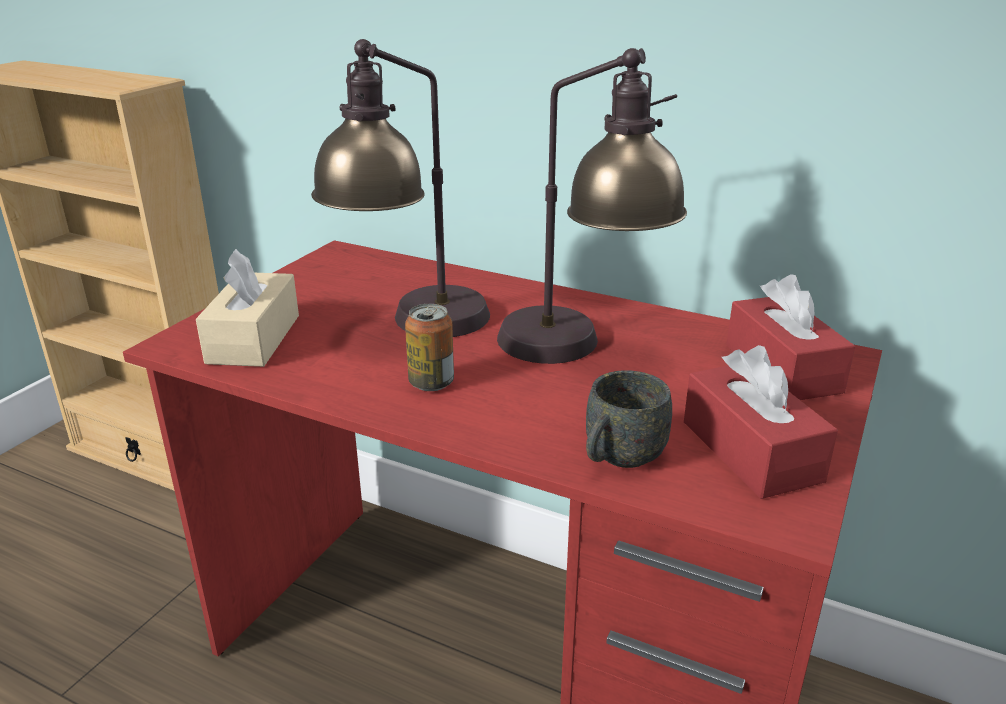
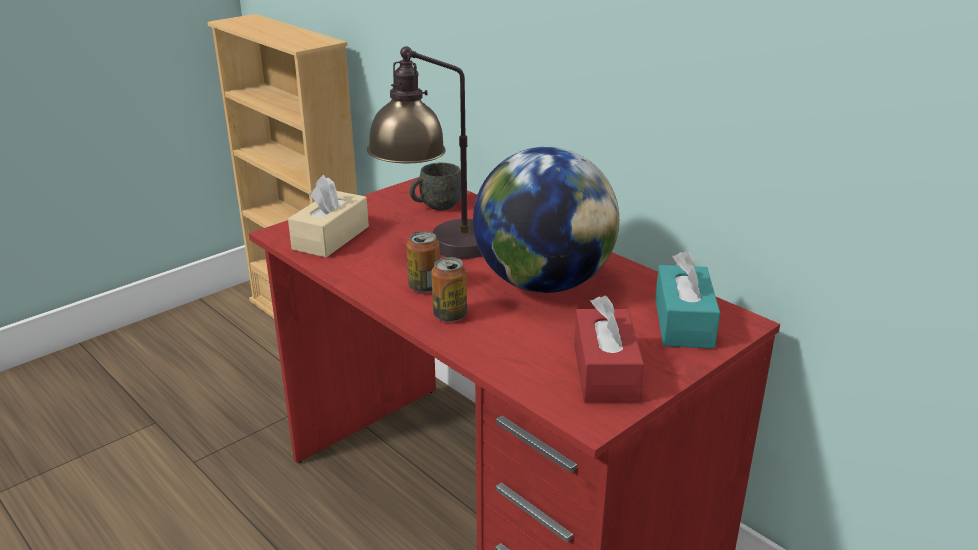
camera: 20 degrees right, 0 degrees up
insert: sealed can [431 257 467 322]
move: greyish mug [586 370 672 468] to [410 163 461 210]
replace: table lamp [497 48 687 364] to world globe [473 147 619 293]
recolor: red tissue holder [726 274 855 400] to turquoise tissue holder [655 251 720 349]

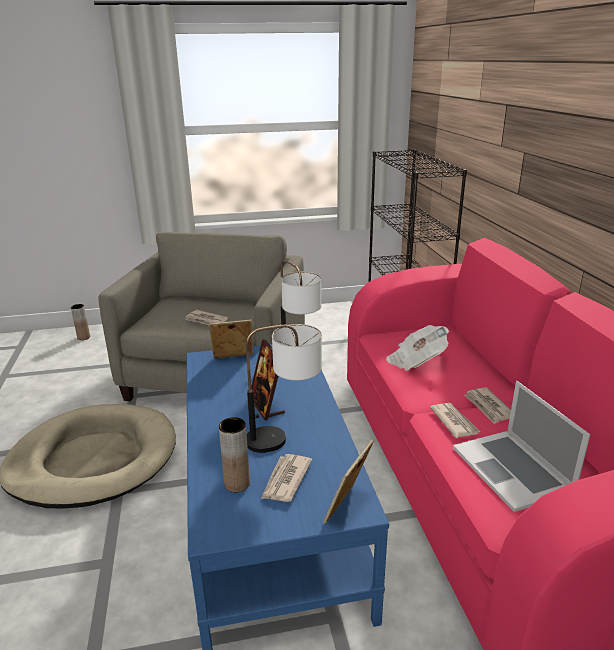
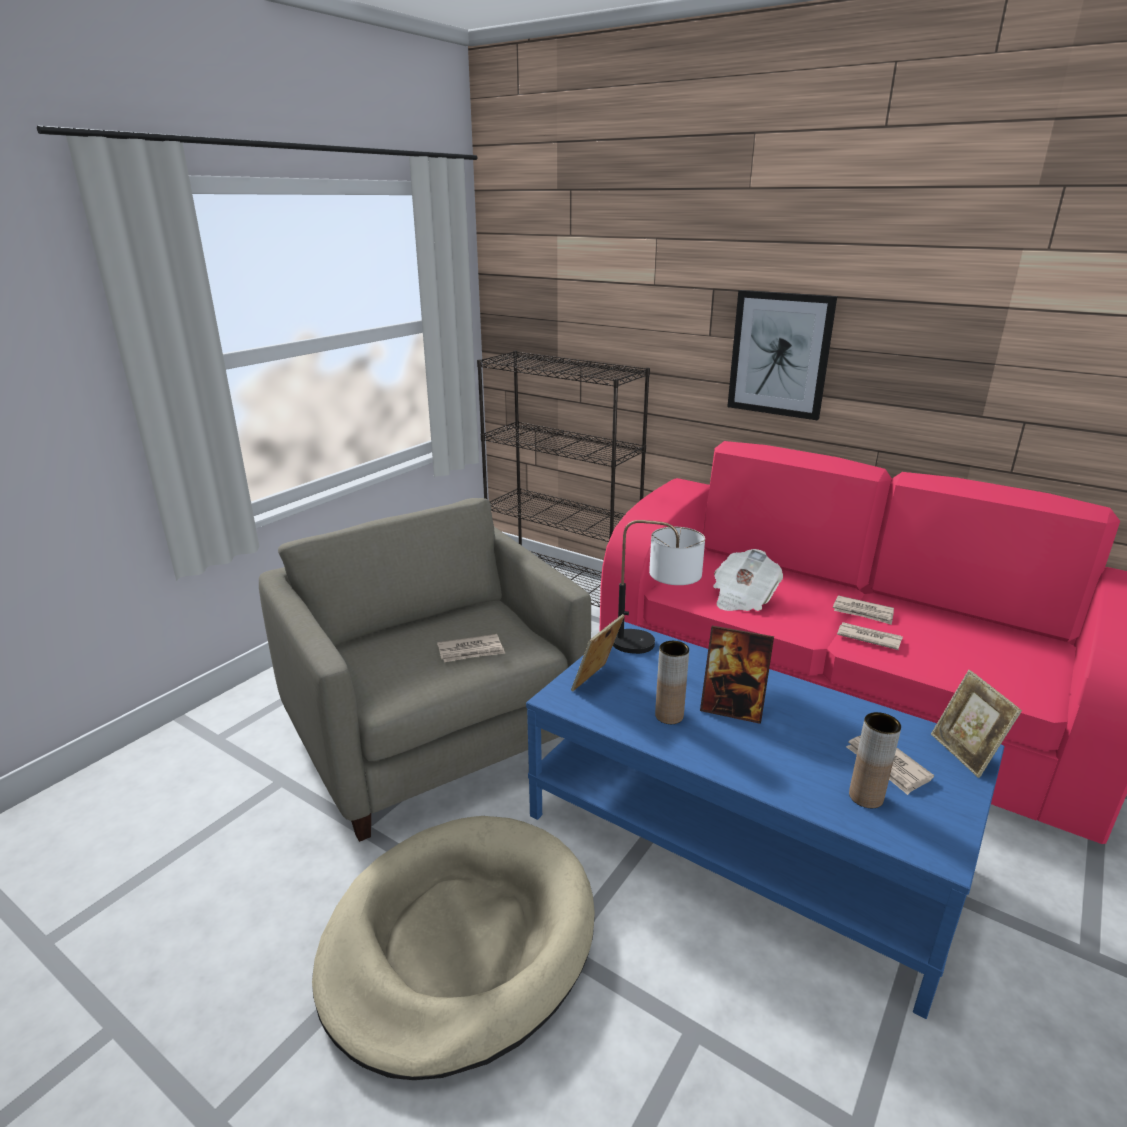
camera: 45 degrees left, 0 degrees up
delete: table lamp [246 324 322 453]; portable computer [453 381 590 512]
insert: picture [727 290 837 420]
move: brownish vase [71 304 90 340] to [655 641 689 724]

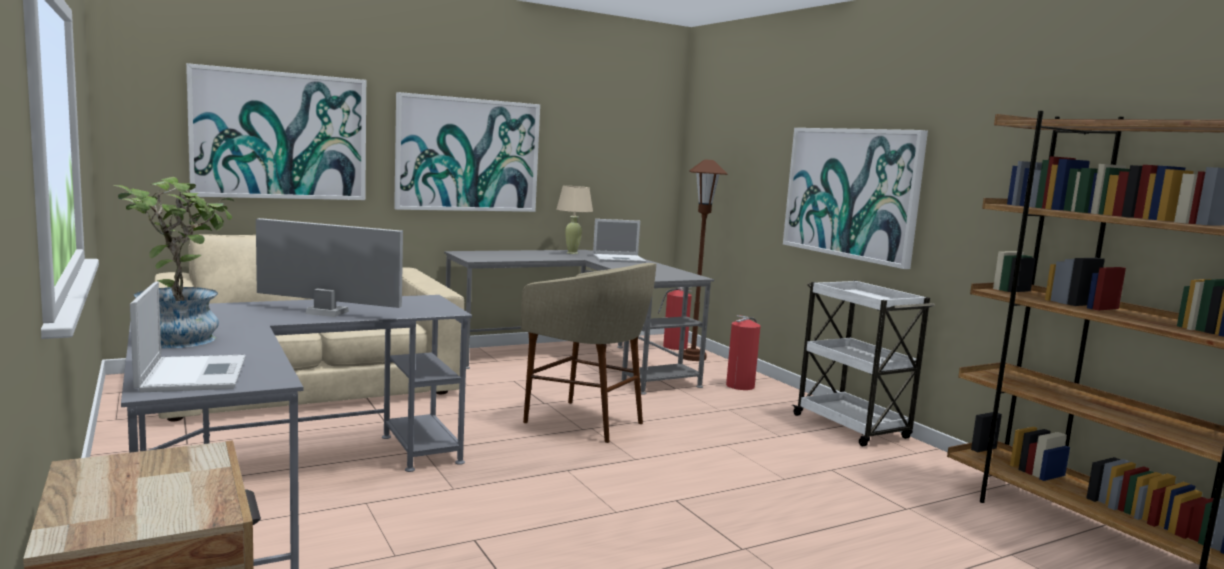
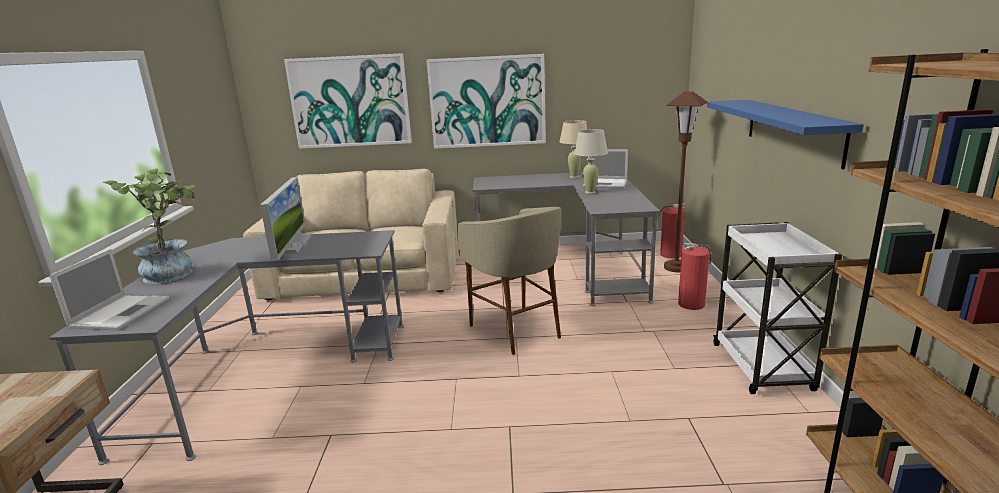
camera: 30 degrees right, 10 degrees up
insert: sand-coloured table lamp [574 129 608 194]
replace: picture [783 128 928 269] to bluish wall shelf [707 100 864 170]
rotate: computer screen [256 218 403 317] = [260 177 306 261] 45 degrees clockwise

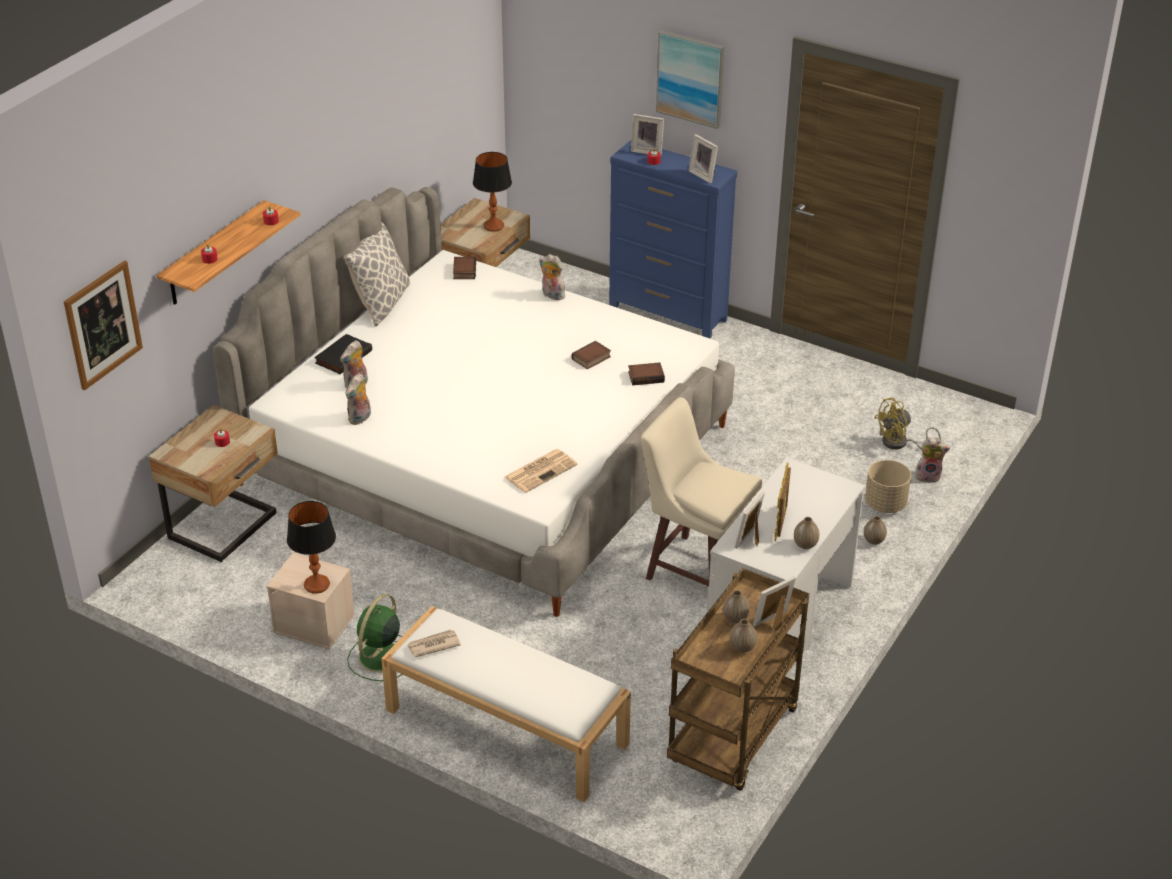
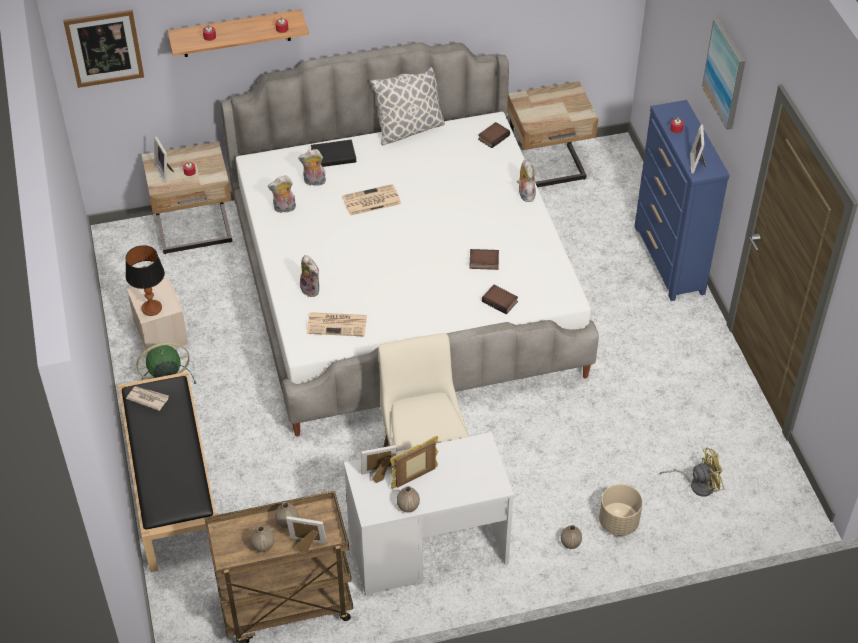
camera: 45 degrees right, 10 degrees up
delete: table lamp [473 152 512 232]
insert: printed paper [342 184 401 216]
move: picture frame [631 114 664 156] to [154 136 174 182]; soft toy [915 437 950 483] to [300 255 319 297]
recolor: white indoor bench [381 606 631 802] to black indoor bench [118 372 216 572]
rotate: yellow-coloured electric fan [874 398 941 450] = [660 448 724 497] 150 degrees clockwise

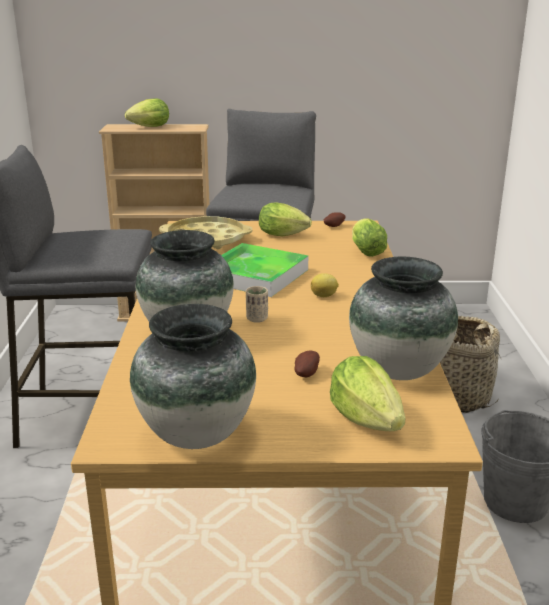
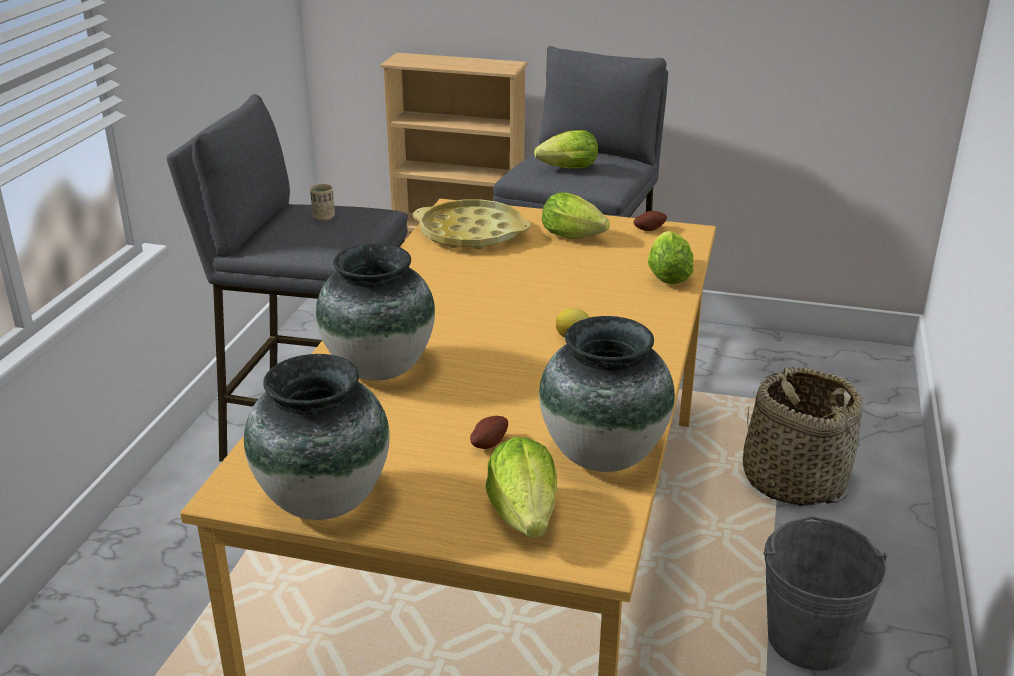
camera: 15 degrees right, 5 degrees up
delete: carrying tray [221 243 308 297]
move: lettuce head [125 98 169 127] to [534 130 598 169]; sand-coloured drinking cup [246 286 268 323] to [310 184 335 221]

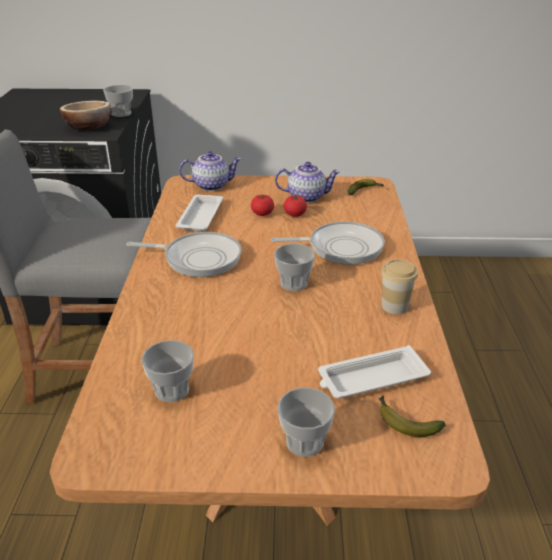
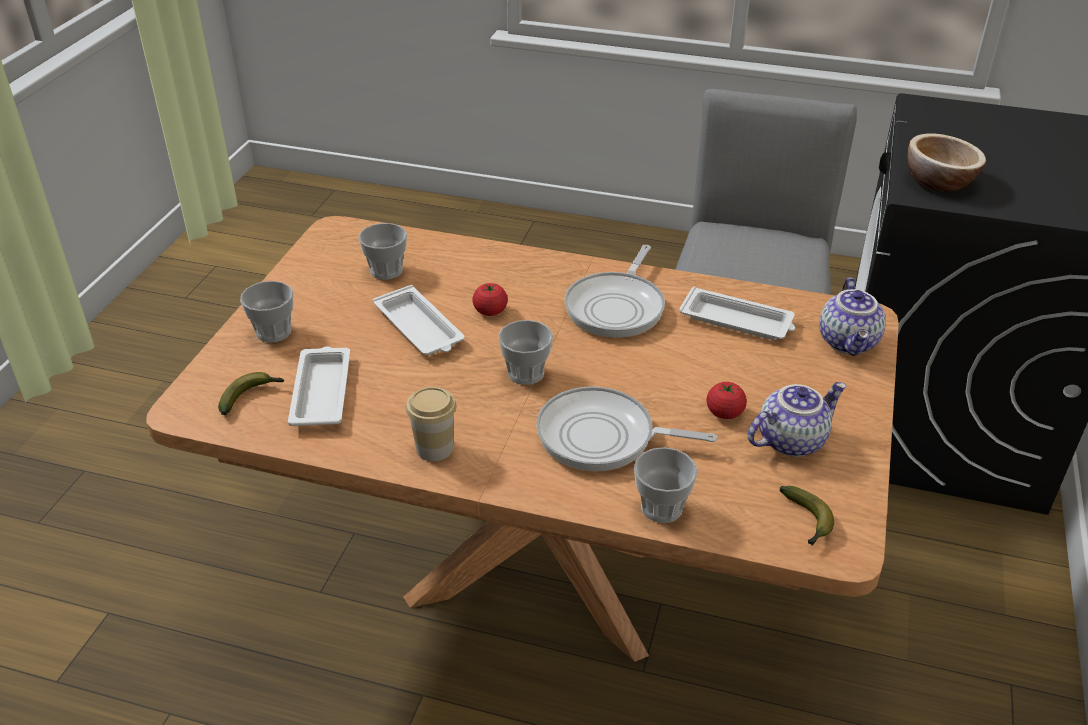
camera: 105 degrees right, 5 degrees up
insert: white carrying tray [373 285 464 355]
move: drinking cup [103 85 133 117] to [634 447 698 523]; fresh tomato [251 194 274 216] to [472 283 508 316]
rotate: teapot [275 162 340 203] = [748 382 846 457] 135 degrees counterclockwise; frying pan [270 221 385 265] = [536 386 717 471] 90 degrees clockwise

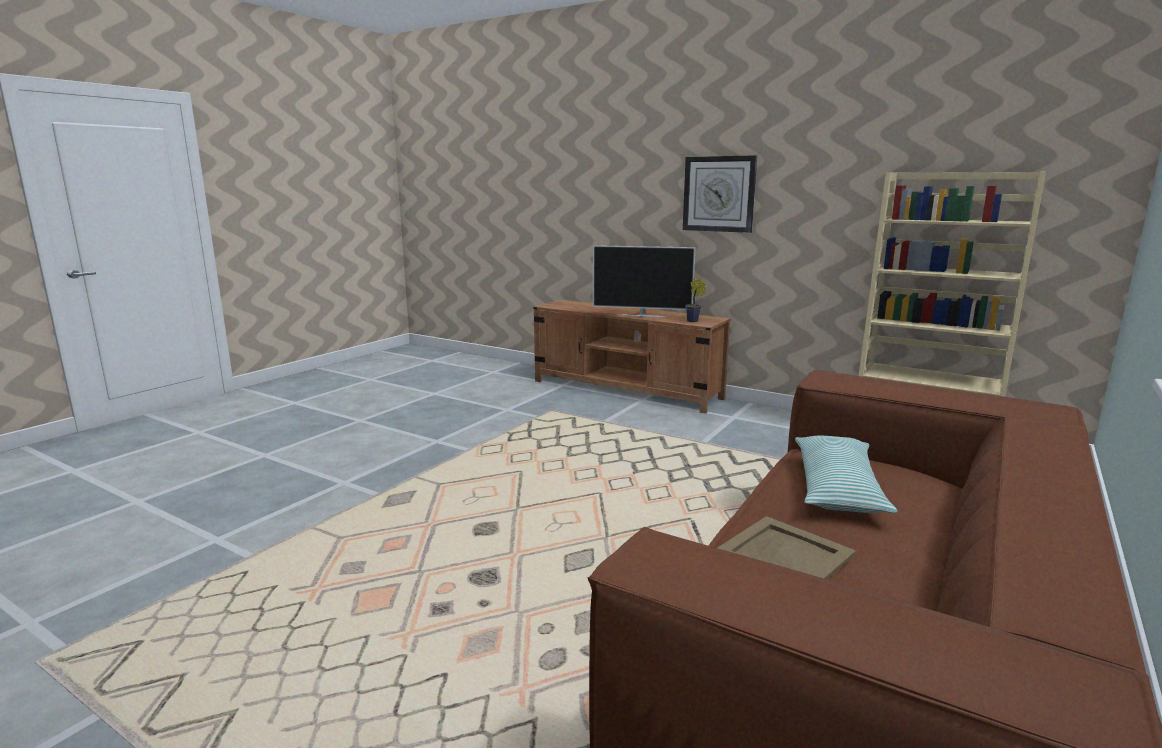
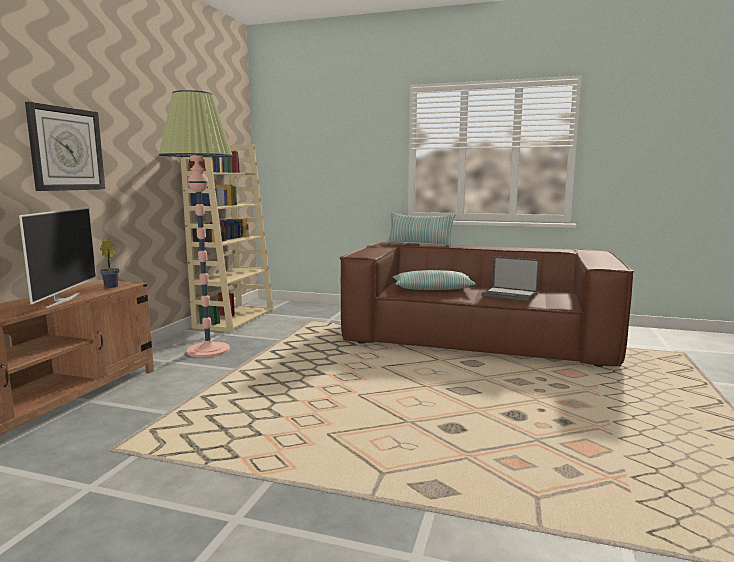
camera: 105 degrees left, 5 degrees down
insert: standard lamp [159 90 233 358]; pillow [387 213 455 246]
replace: sand-coloured carrying tray [718 516 856 580] to portable computer [481 256 540 301]

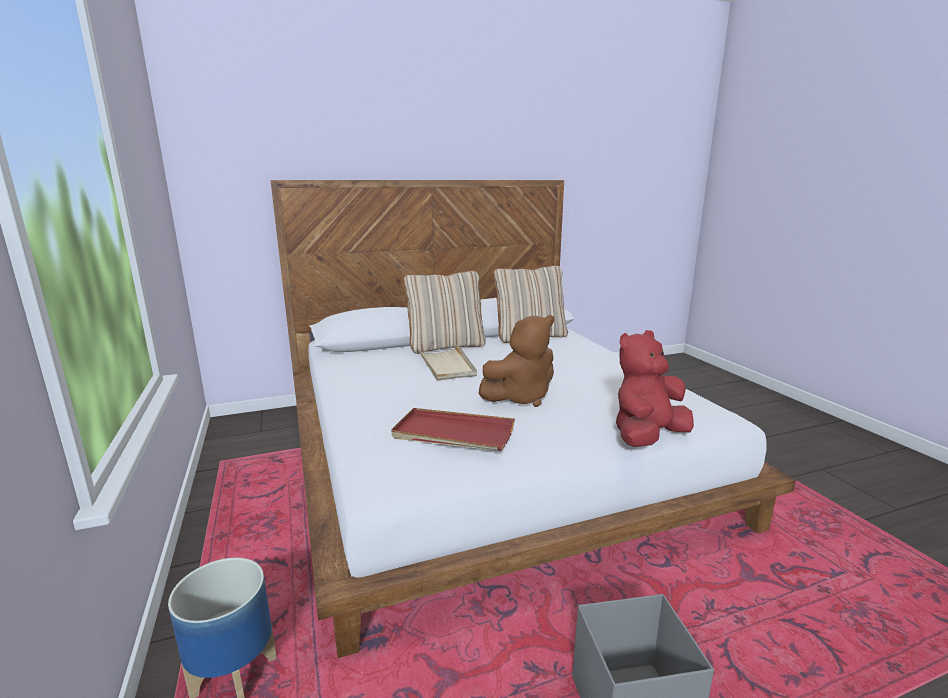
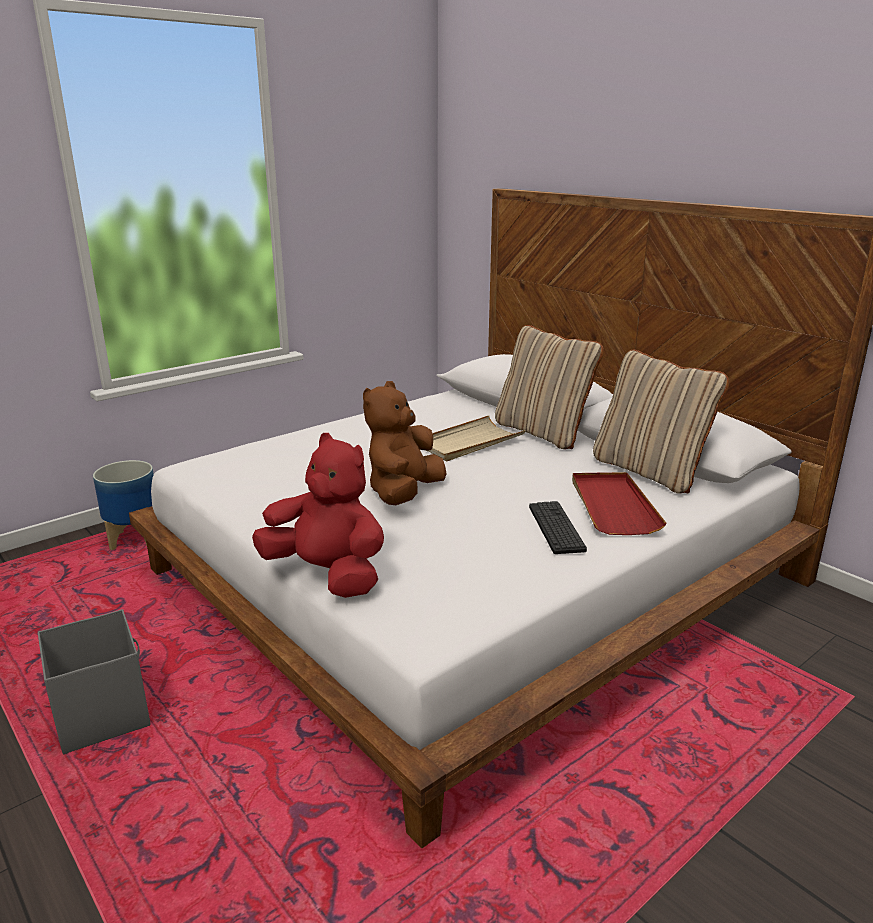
camera: 70 degrees right, 5 degrees up
insert: keyboard [529 501 587 554]
move: red carrying tray [391 408 515 451] to [572 472 667 535]
rotate: brownish soft toy [479 315 554 407] = [363 381 446 505] 75 degrees clockwise

